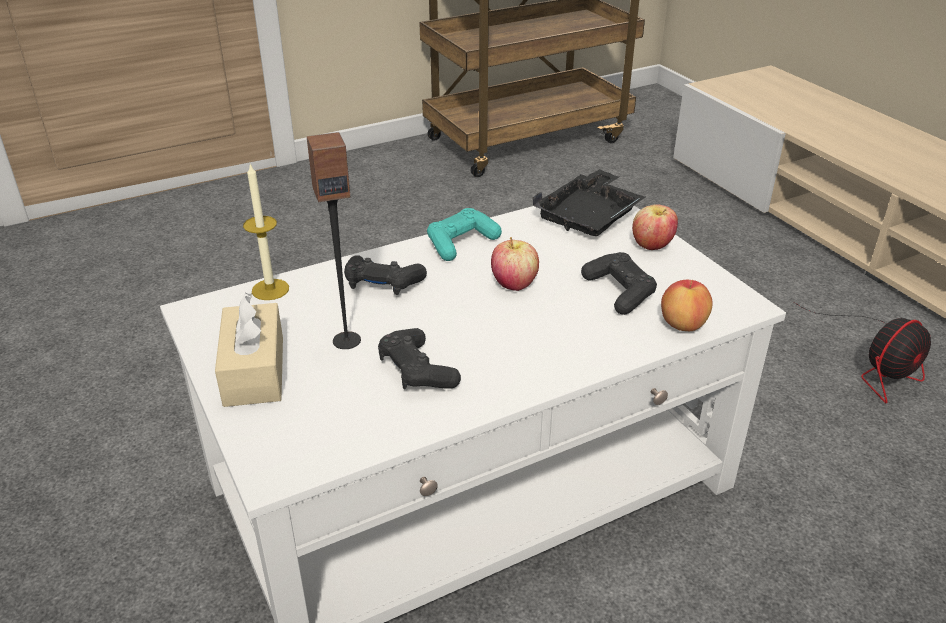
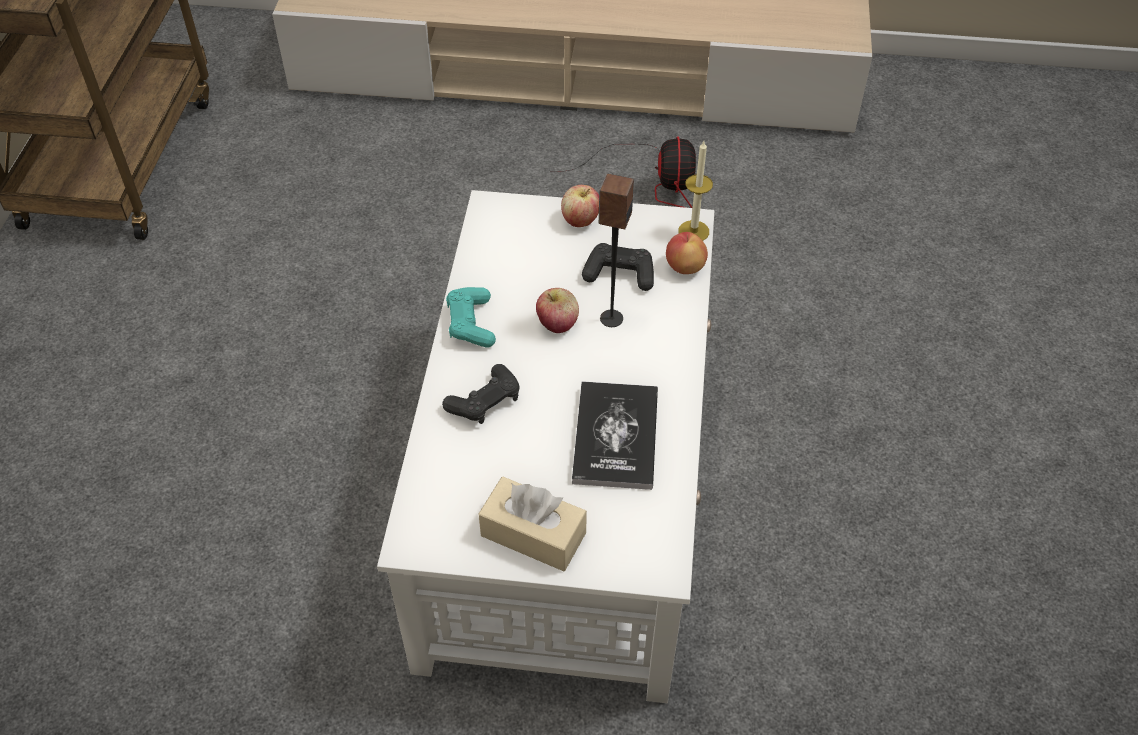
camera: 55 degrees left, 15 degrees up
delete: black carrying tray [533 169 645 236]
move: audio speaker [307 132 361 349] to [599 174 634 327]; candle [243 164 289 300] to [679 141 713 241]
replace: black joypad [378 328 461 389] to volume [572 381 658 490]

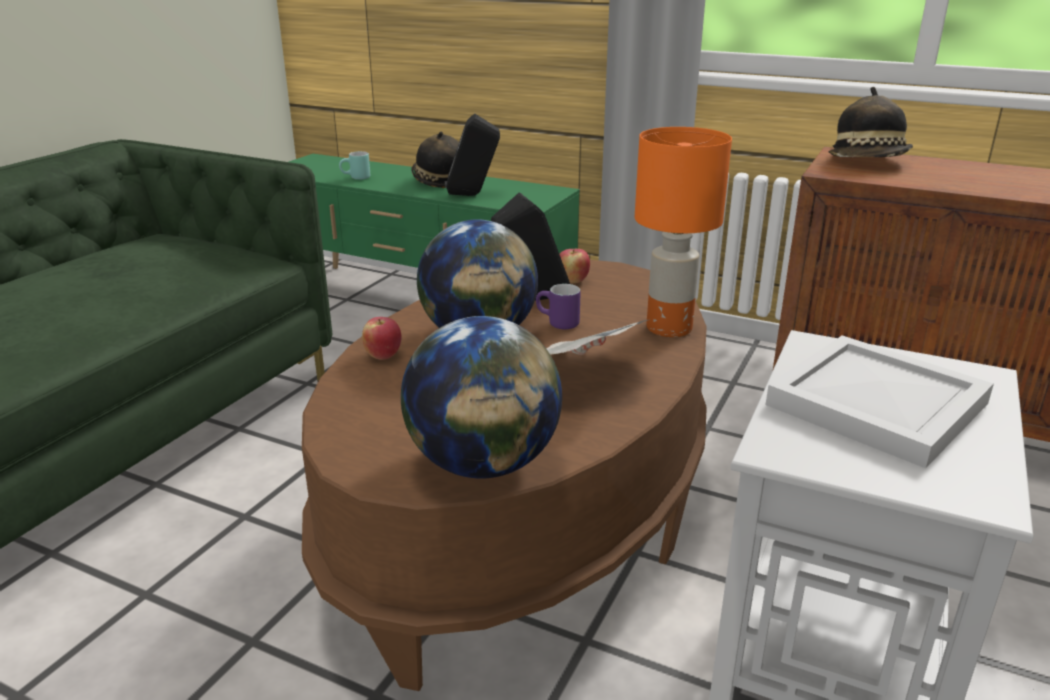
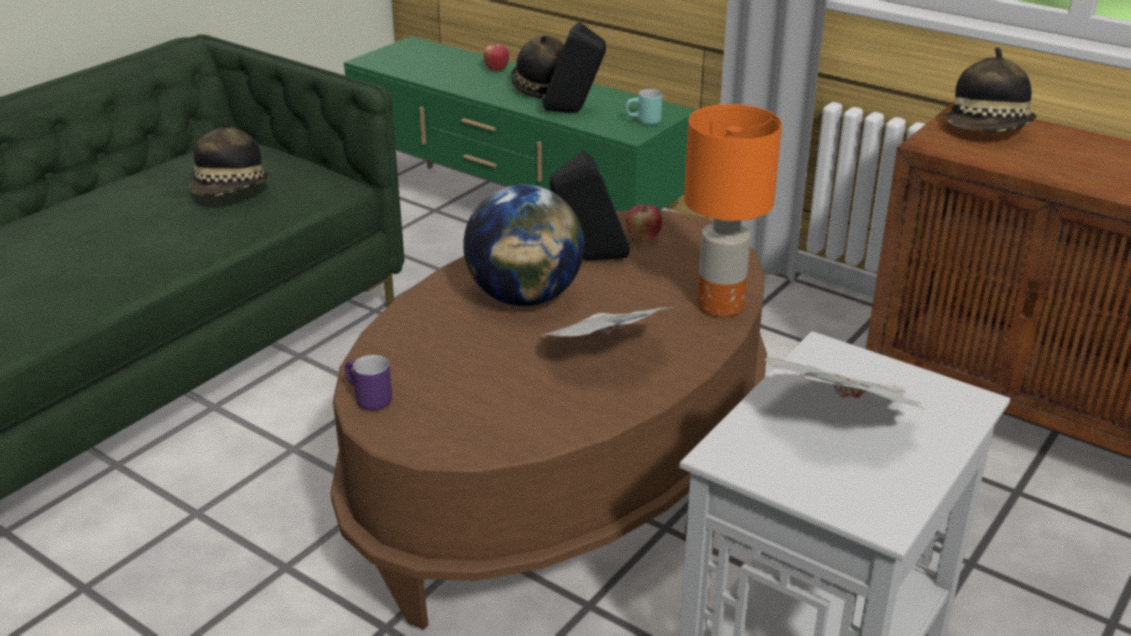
camera: 10 degrees right, 5 degrees up
delete: world globe [401 316 562 479]
insert: clothing hat [189 119 270 196]
move: turquoise mug [339 151 370 180] to [625 89 662 125]; purple mug [536 284 581 329] to [345 355 392 410]; apple fruit [362 317 402 360] to [483 43 509 72]
replace: white carrying tray [766 335 994 468] to printed paper [765 357 924 409]

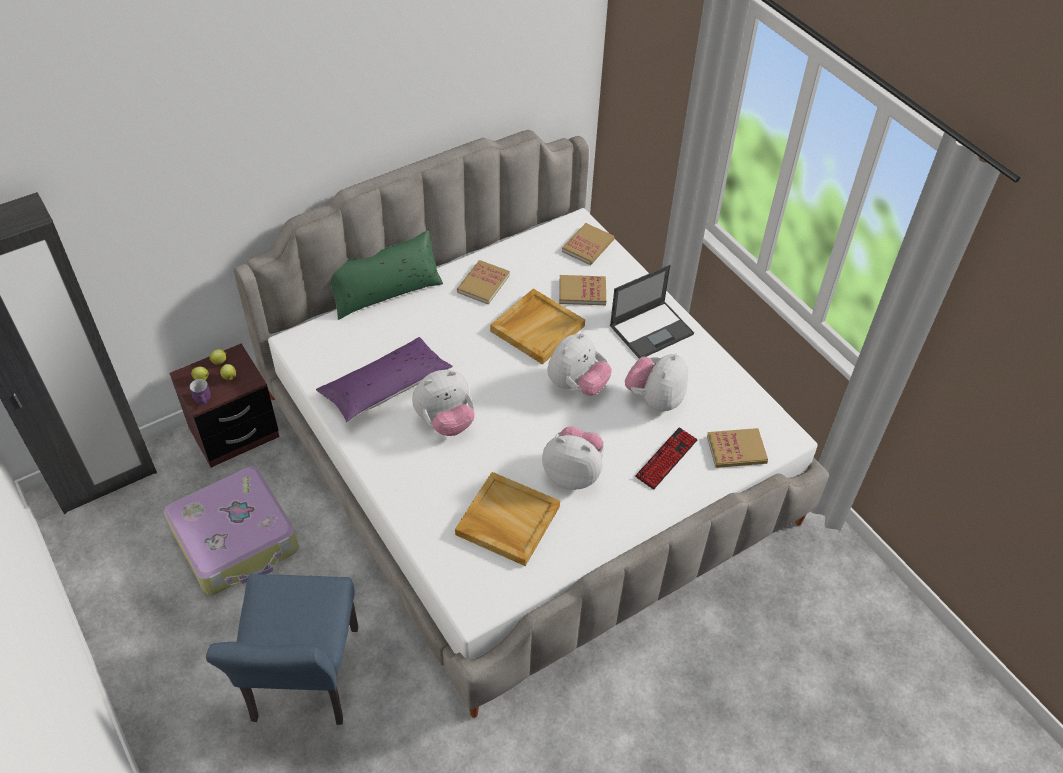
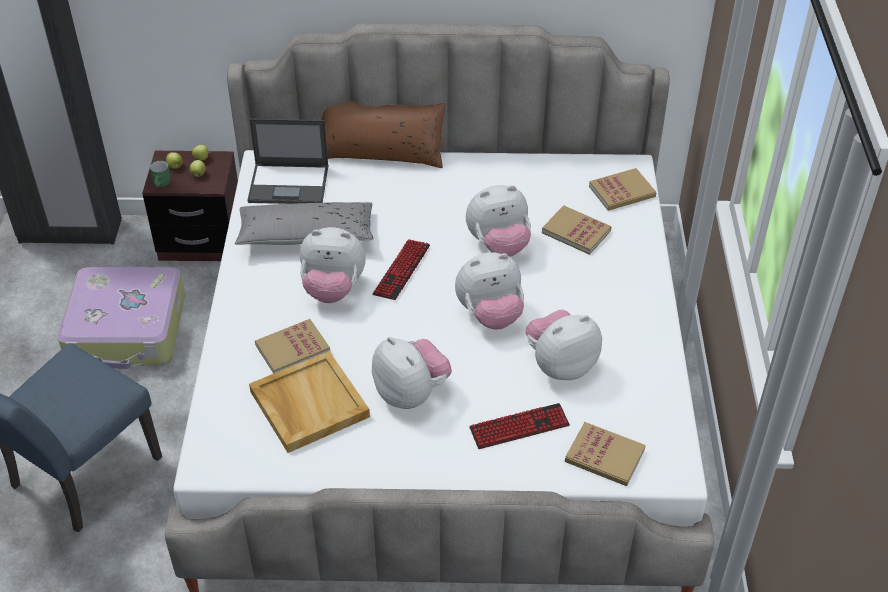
camera: 35 degrees right, 5 degrees down
insert: keyboard [373 239 430 300]
move: volume [457 260 510 304] to [255 319 330 374]; portable computer [610 265 694 358] to [247 119 328 204]
replace: sand-coloured carrying tray [490 289 585 365] to soft toy [466 185 531 257]
recolor: green-coloured pillow [330 230 443 320] to brownish pillow [322 101 445 168]; purple pillow [316 337 453 422] to greyish pillow [234 202 374 245]; purple mug [190 379 211 405] to green-coloured mug [150 161 171 187]

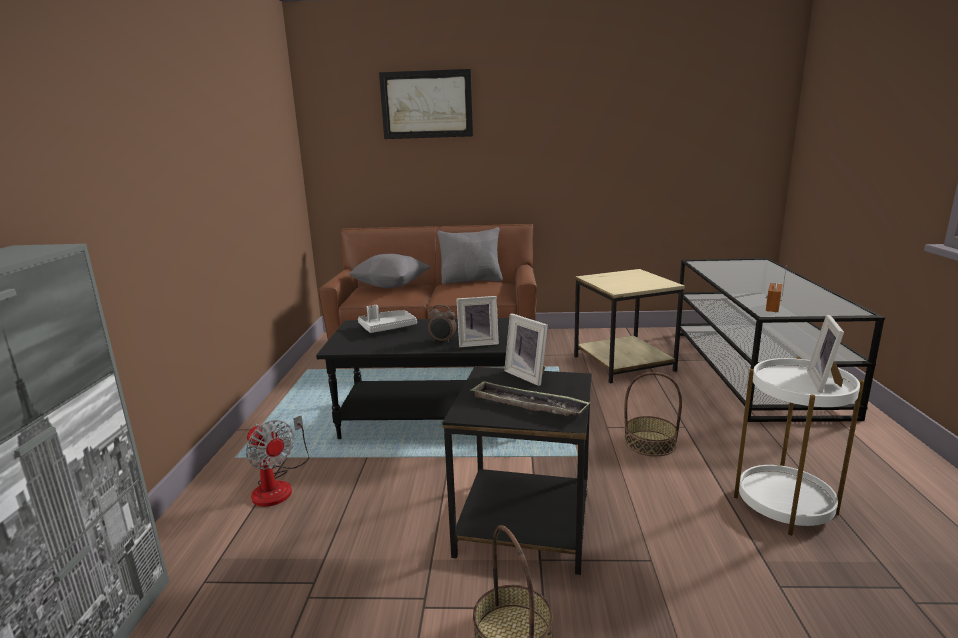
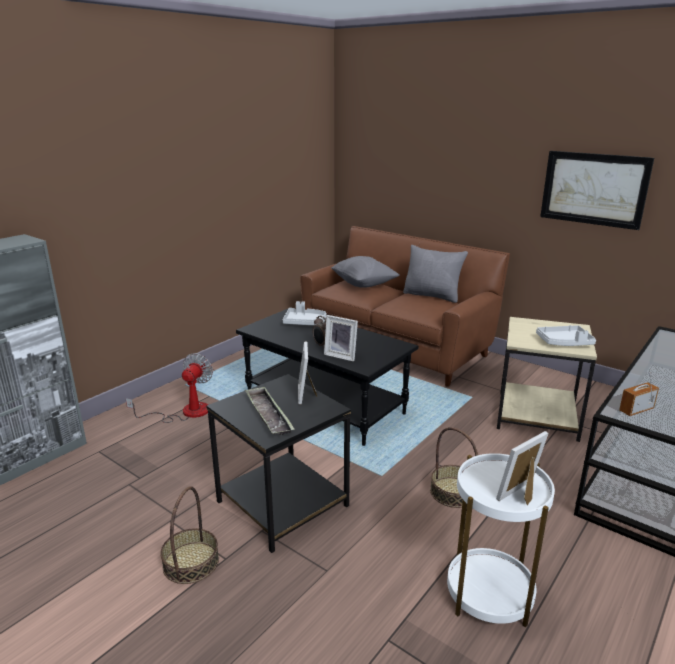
camera: 35 degrees right, 5 degrees up
insert: greyish carrying tray [536 325 596 346]
move: picture [379 69 473 139] to [540 151 654 230]
rotate: electric fan [246 415 309 507] = [126 353 213 423] 150 degrees counterclockwise

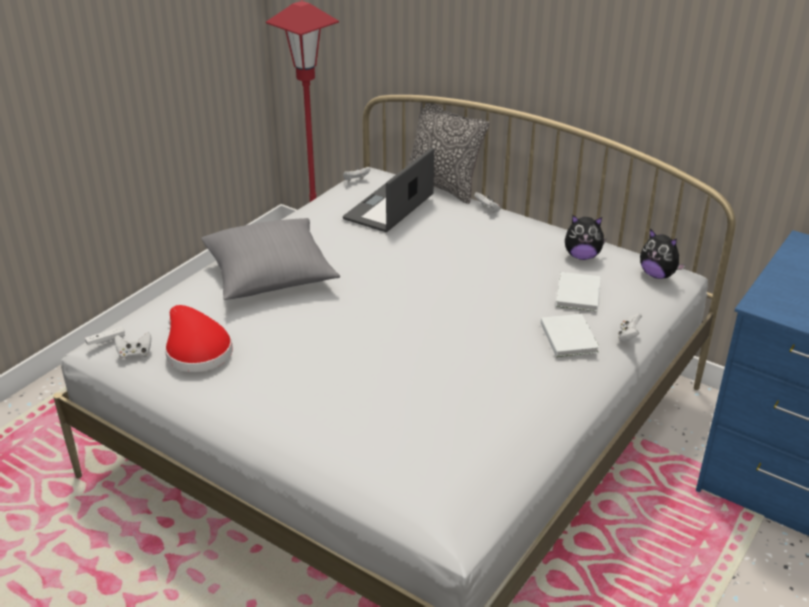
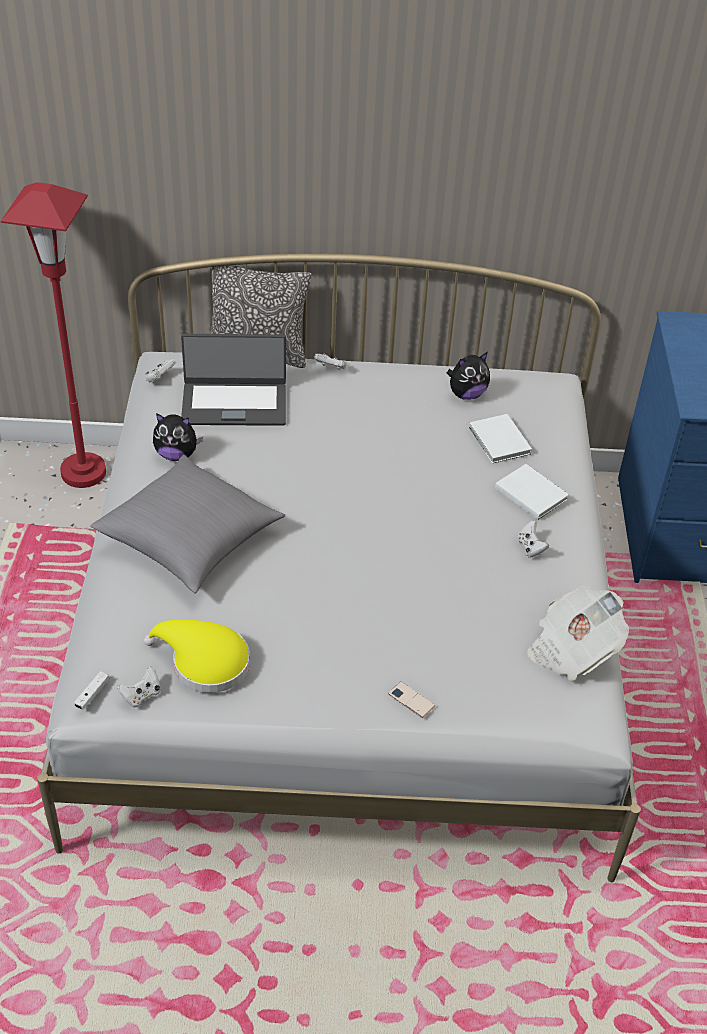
camera: 35 degrees left, 10 degrees up
insert: printed paper [527 585 629 681]; telephone [388 681 435 718]
move: soft toy [640 229 686 279] to [153 413 203 461]; white joypad [618 313 642 342] to [517 520 549 558]
recolor: red clothing hat [165 305 233 372] to yellow-coloured clothing hat [144 619 250 693]
rotate: portable computer [343 148 434 232] = [181 334 286 426] 90 degrees counterclockwise

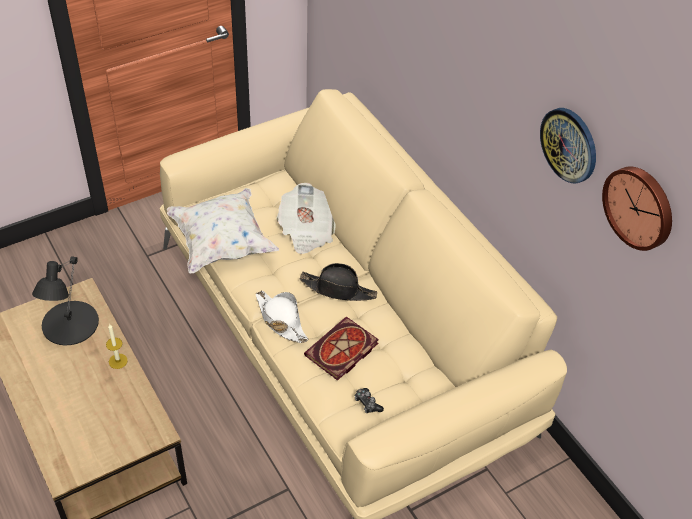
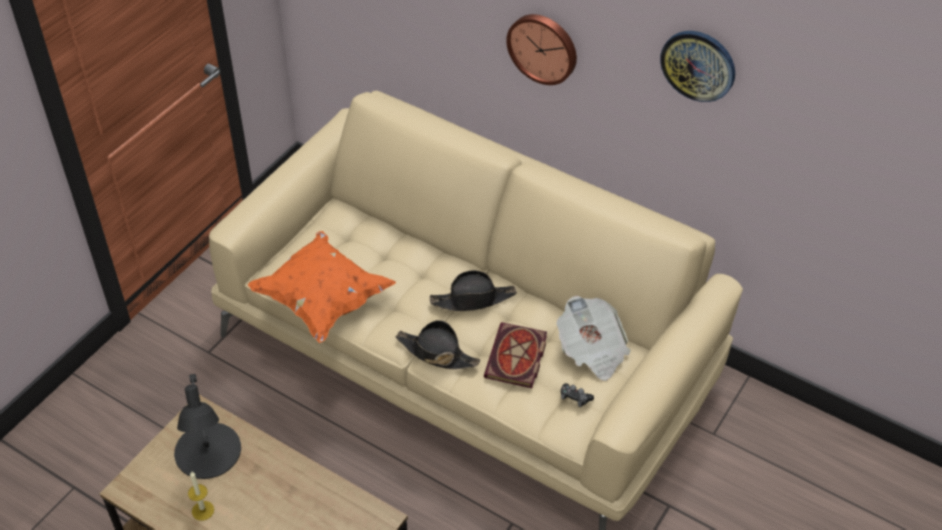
camera: 25 degrees left, 0 degrees up
move: hanging clock [602 166 672 251] to [506 14 577 85]; printed paper [277 183 335 254] to [556 295 631 381]; candle [106 324 128 369] to [188 471 214 521]
recolor: white pillow [167 188 279 273] to orange-coloured pillow [248 231 396 343]; white clothing hat [256 291 309 343] to black clothing hat [395 320 480 370]

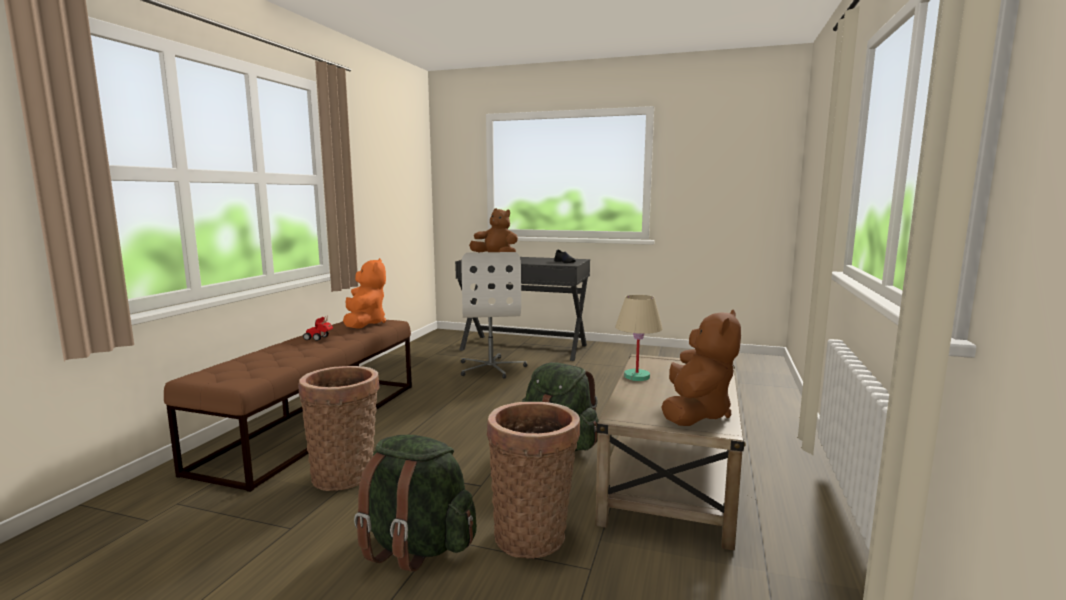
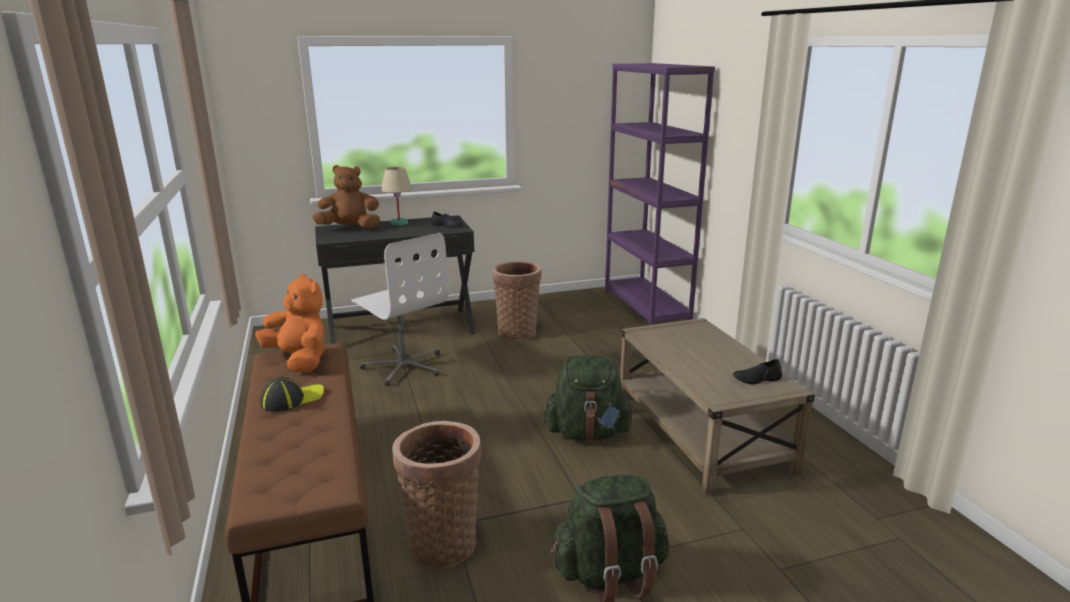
camera: 35 degrees left, 10 degrees up
insert: purple bookshelf [605 63 715 325]
move: sand-coloured table lamp [615 295 663 381] to [381 167 413 225]; household basket [487 402 580 559] to [492 262 542 341]
replace: brownish soft toy [662 310 741 426] to black shoe [733 359 782 384]; miniature car [303 315 333 341] to peaked cap [260 377 324 412]

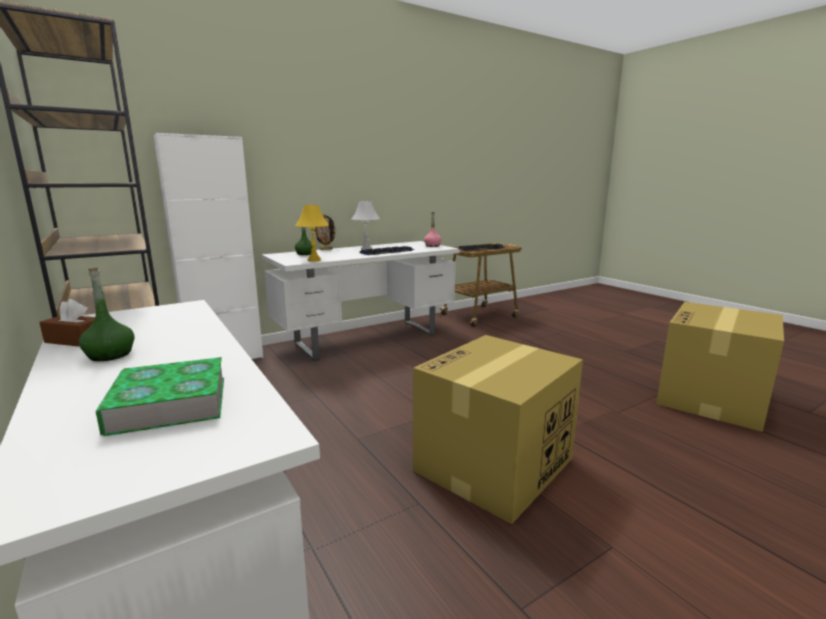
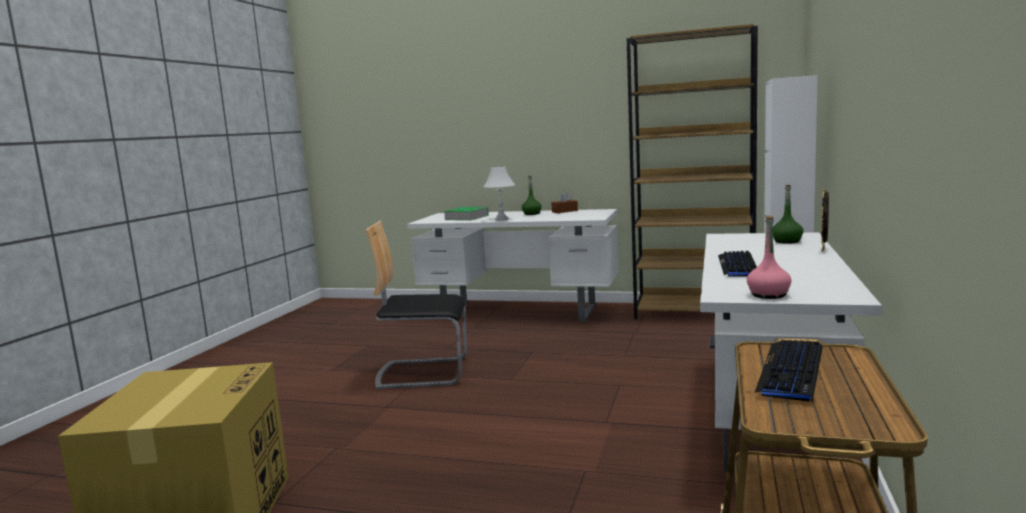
camera: 140 degrees right, 5 degrees down
delete: yellow-coloured table lamp [295 205 329 262]
move: white table lamp [352 201 380 250] to [484 166 515 221]
replace: carton [413 335 583 524] to upright chair [366 221 467 389]

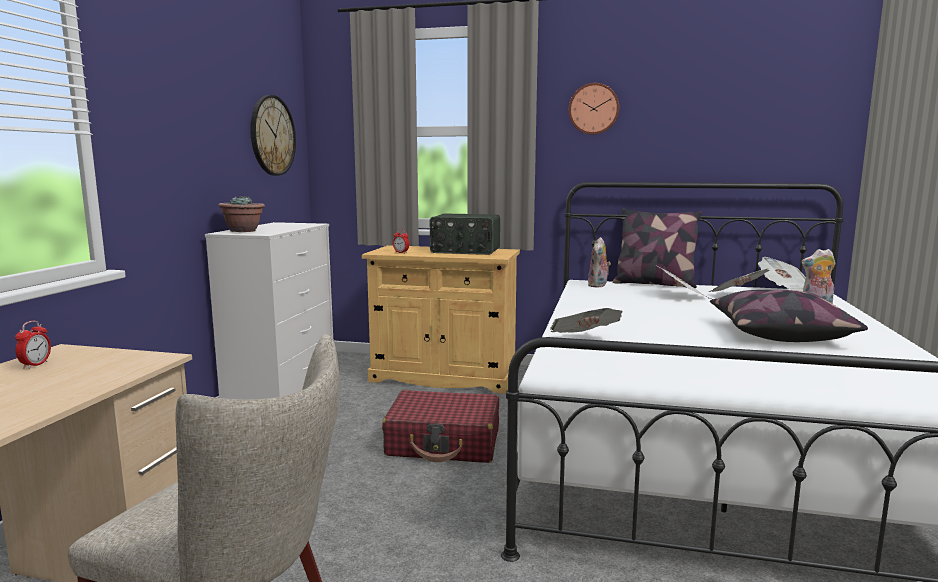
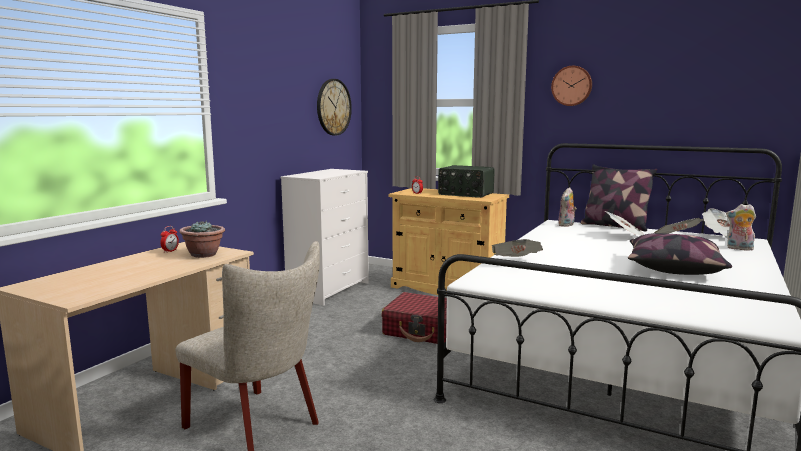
camera: 15 degrees right, 0 degrees up
move: plant in a pot [218 195 265 232] to [179 221 225 258]

